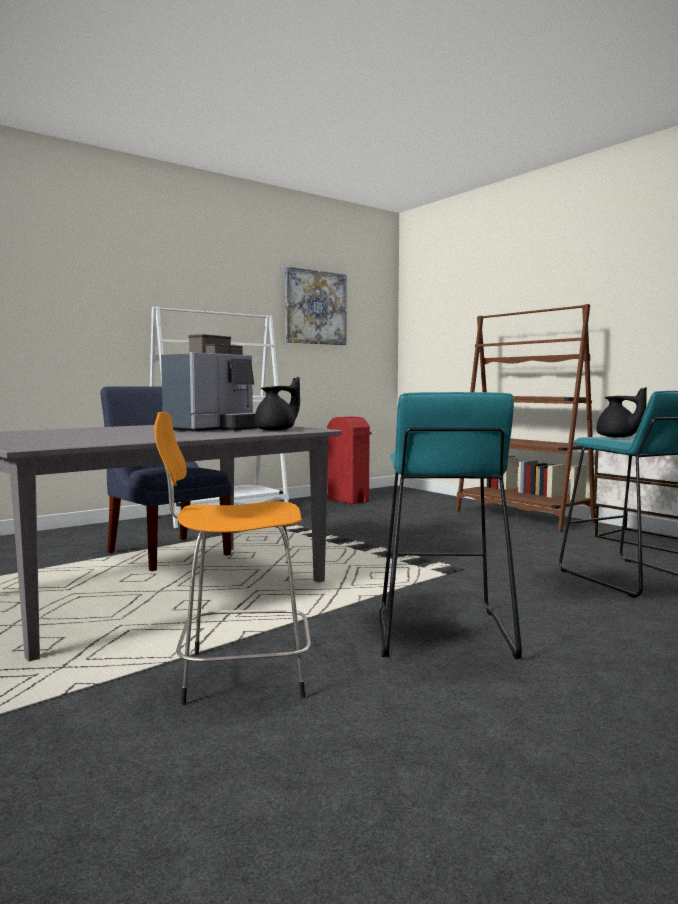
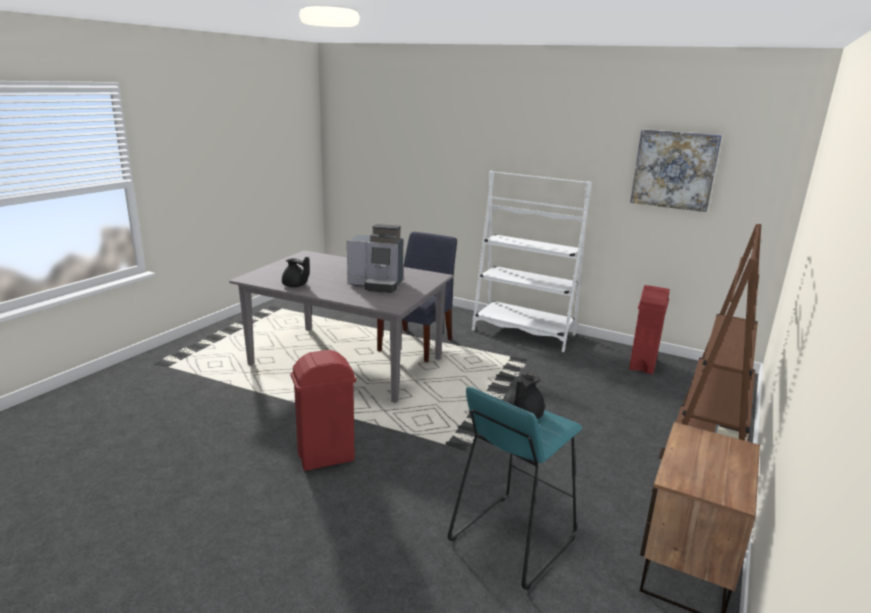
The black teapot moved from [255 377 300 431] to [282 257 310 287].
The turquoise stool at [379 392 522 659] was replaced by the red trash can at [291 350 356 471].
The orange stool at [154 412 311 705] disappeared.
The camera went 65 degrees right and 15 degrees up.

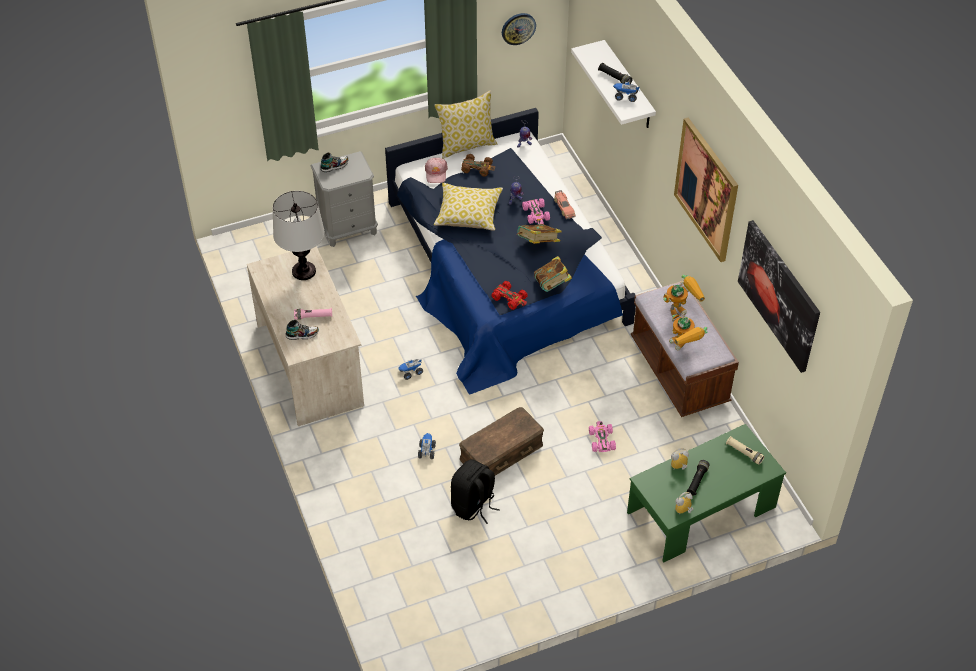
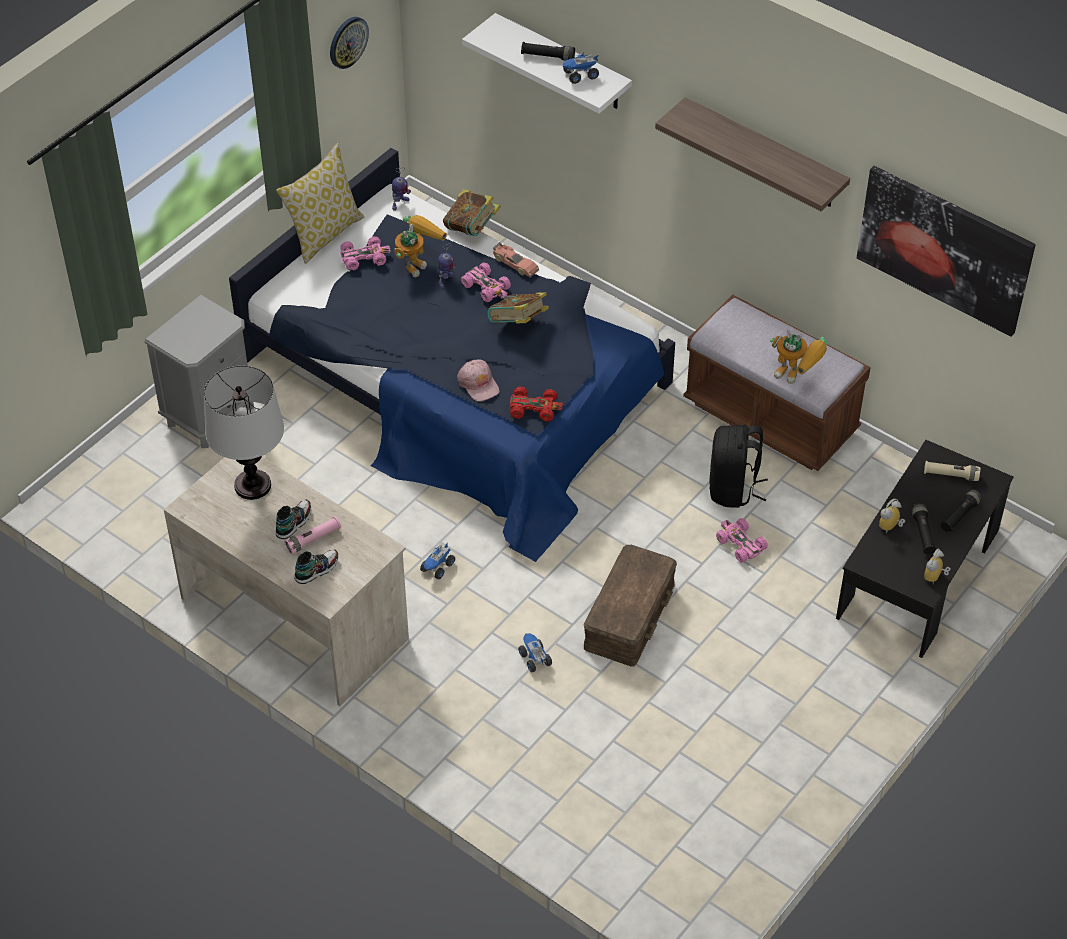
The shoe moved from [320 152 349 172] to [276 499 311 539].
The brown toy car at [461 154 495 177] became the pink toy car at [340 236 391 271].
The toy robot moved from [663 275 705 318] to [394 215 447 278].
The book moved from [534 256 572 292] to [443 189 501 236].
The pink cap moved from [425 158 448 183] to [457 359 499 401].
The picture at [674 117 738 262] was replaced by the shelf at [655 97 850 211].
The black backpack moved from [451 459 500 524] to [709 425 768 508].
The green coffee table at [627 424 786 563] became the black coffee table at [836 440 1013 658].
The black flashlight at [941 489 982 532] appeared.
The pillow at [434 183 503 231] disappeared.
The camera went 30 degrees left and 0 degrees up.

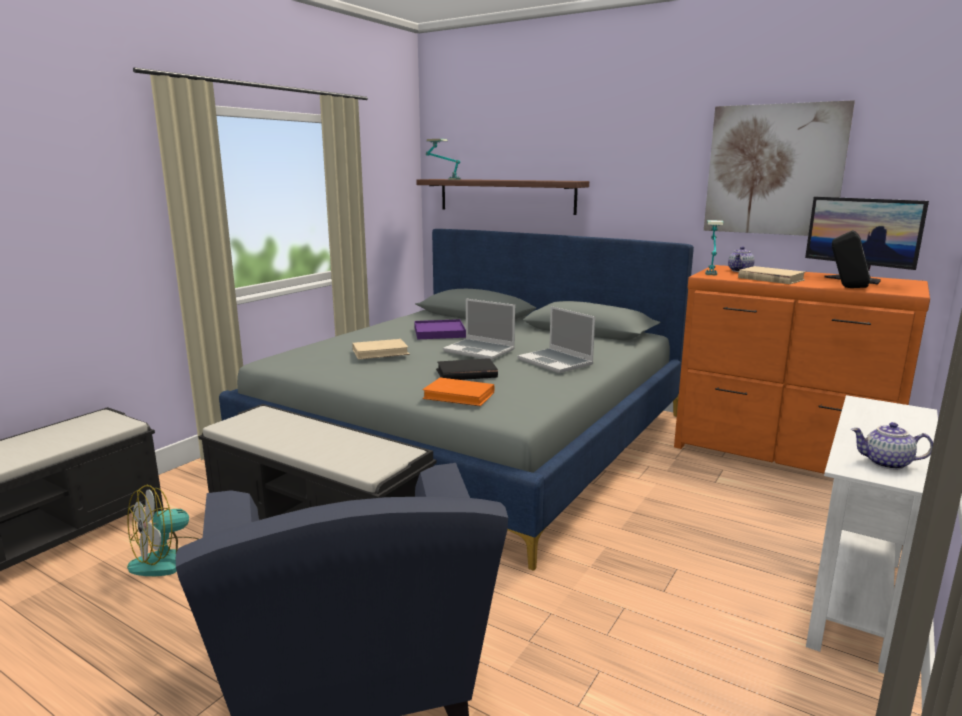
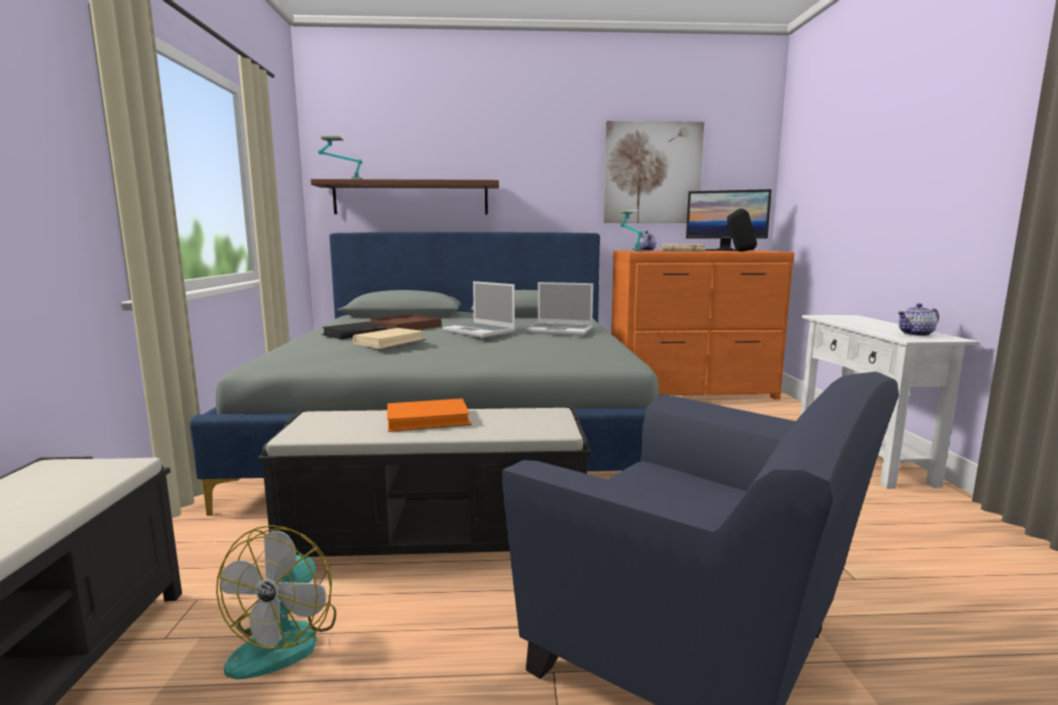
The black book moved from [436 358 498 380] to [321 322 387 339].
The purple tray at [414 319 466 339] became the brown tray at [370 314 441 330].
The orange book moved from [422 378 495 406] to [387 398 472 432].
The laptop at [443 299 515 360] turned 45 degrees clockwise.
The camera went 35 degrees left and 5 degrees down.

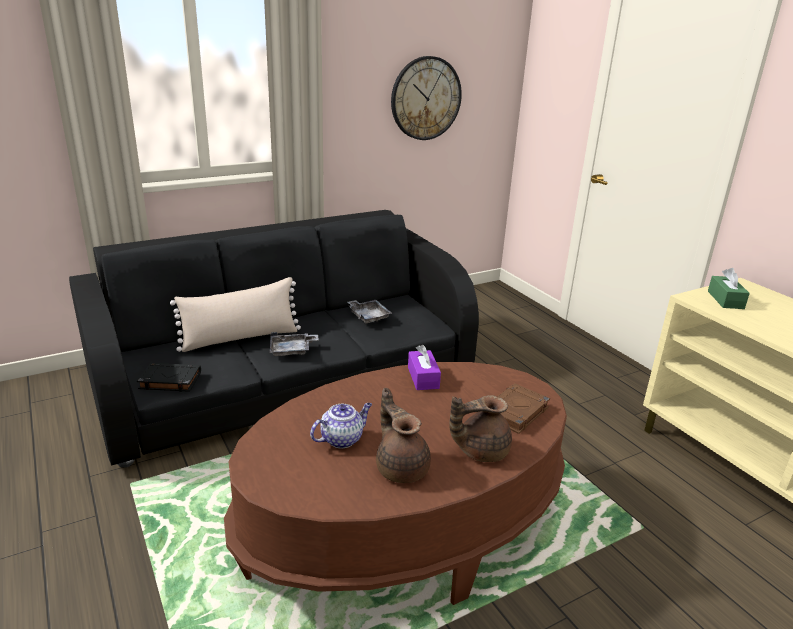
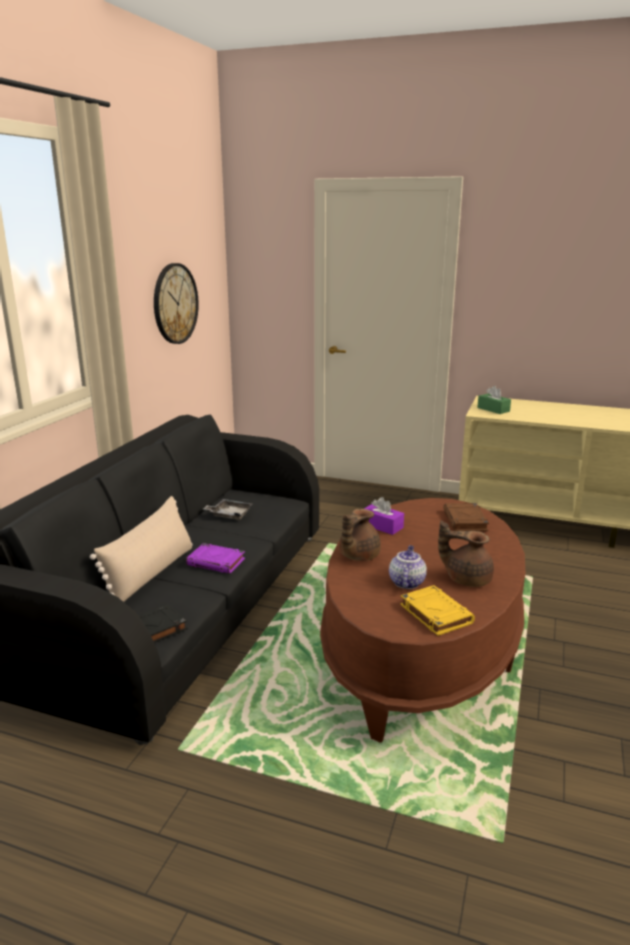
The grey tray at [270 332 319 356] was replaced by the purple book at [186 543 245 574].
The brown teapot moved from [449 395 512 462] to [339 509 381 561].
The yellow book at [400 585 475 636] appeared.
The camera went 40 degrees left and 5 degrees down.

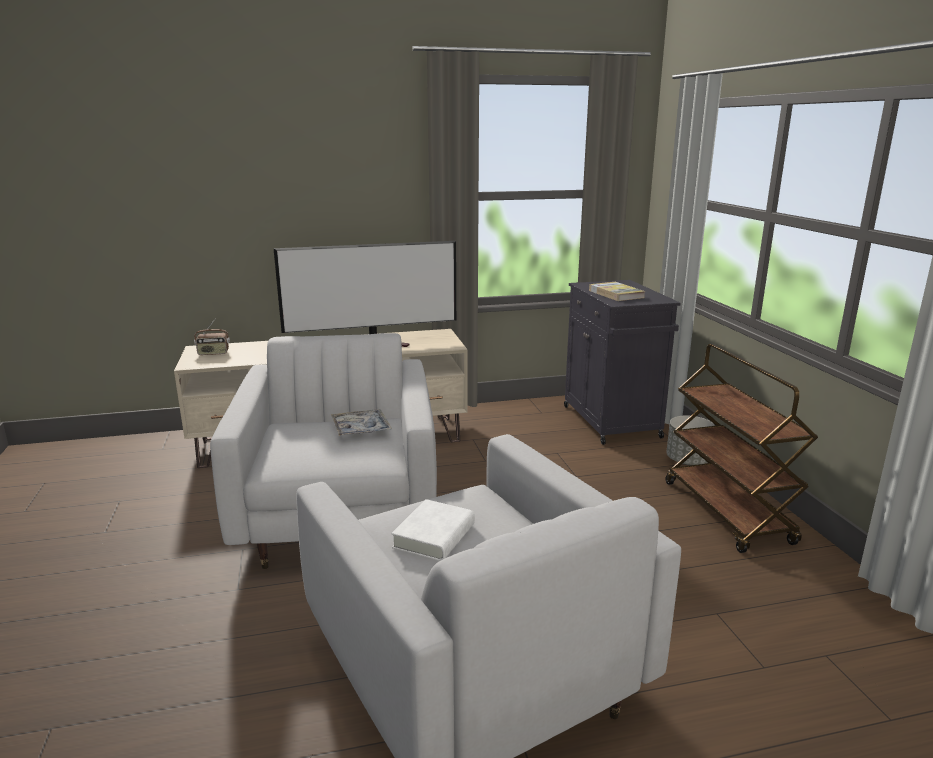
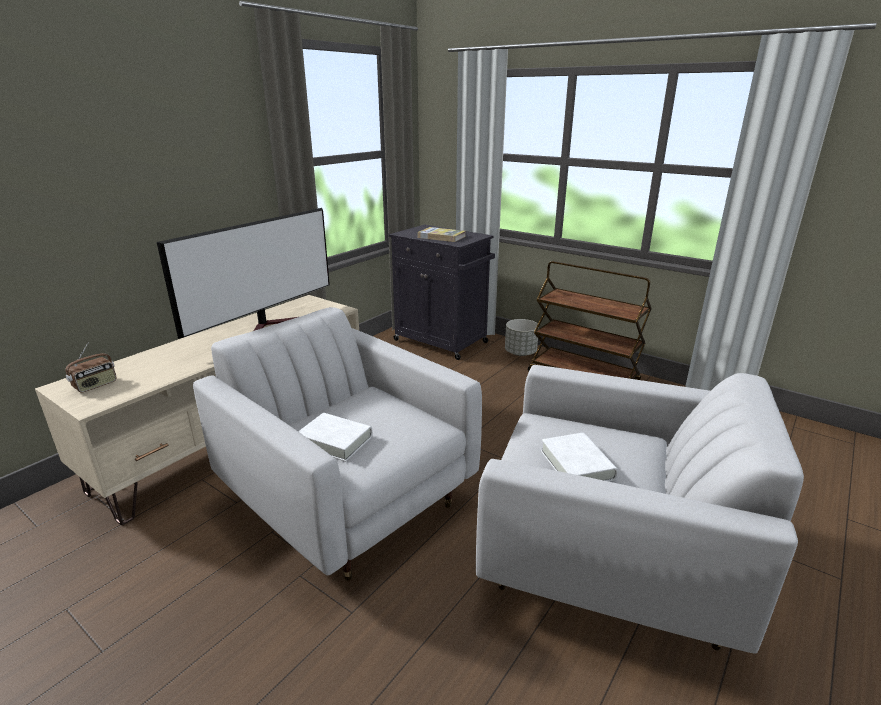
The white book at [298 413 373 462] appeared.
The tray at [331 409 392 436] disappeared.
The camera went 40 degrees left and 5 degrees up.

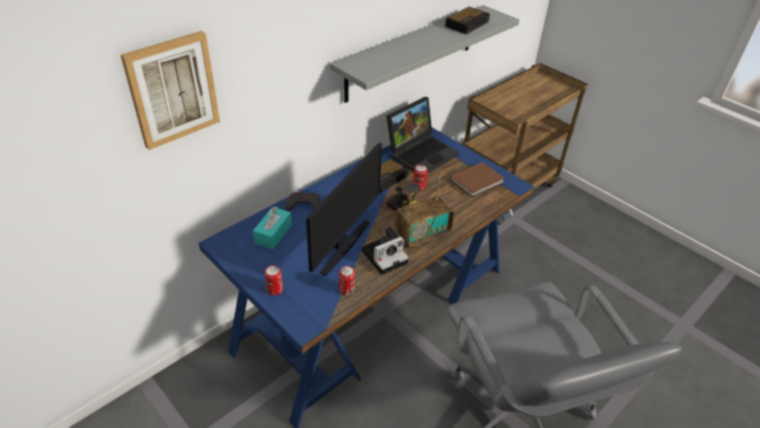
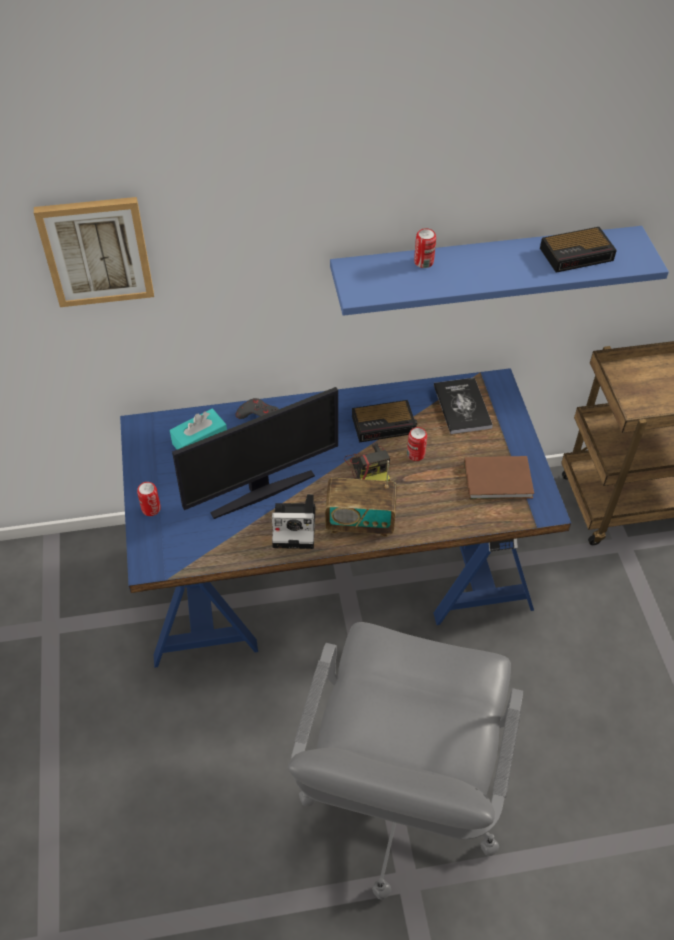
The grey shelf at [330 5 519 103] became the blue shelf at [330 226 669 316].
The can moved from [339 266 355 296] to [414 228 436 268].
The laptop at [386 97 459 174] was replaced by the book at [434 377 493 434].
The camera went 35 degrees right and 10 degrees up.

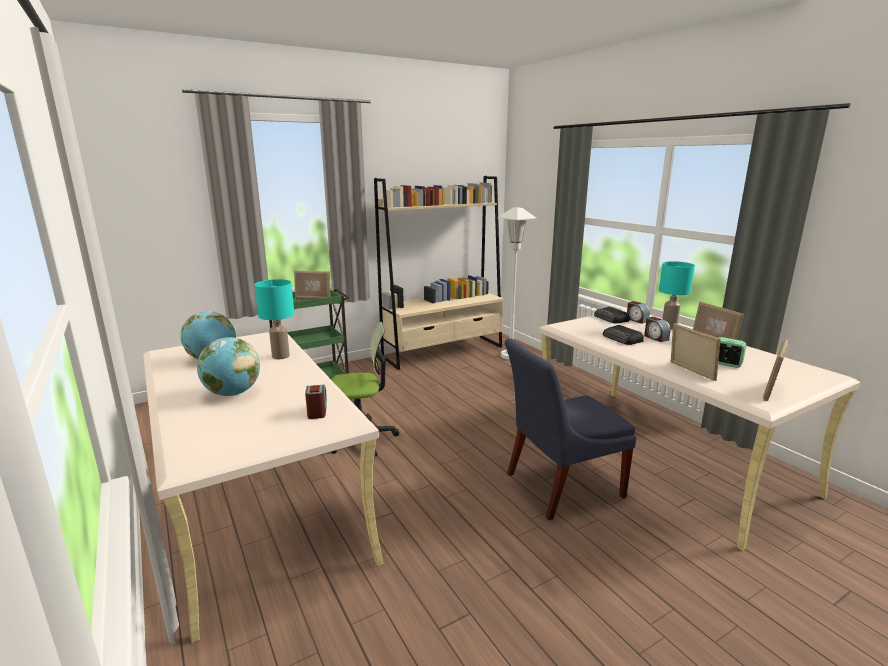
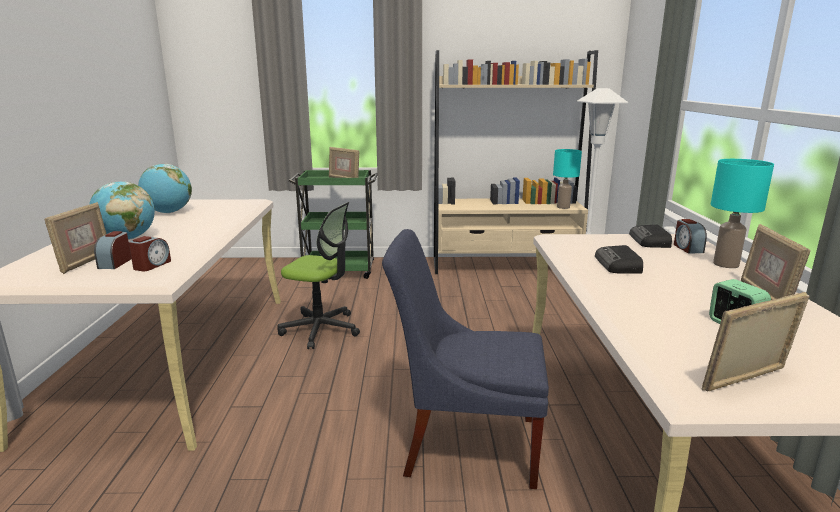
The picture frame moved from [671 323 721 381] to [44 202 107 274].
The alarm clock moved from [644 316 670 342] to [94 231 131 269].
The turquoise table lamp moved from [254 279 294 359] to [553 149 582 209].
The camera went 30 degrees right and 0 degrees up.

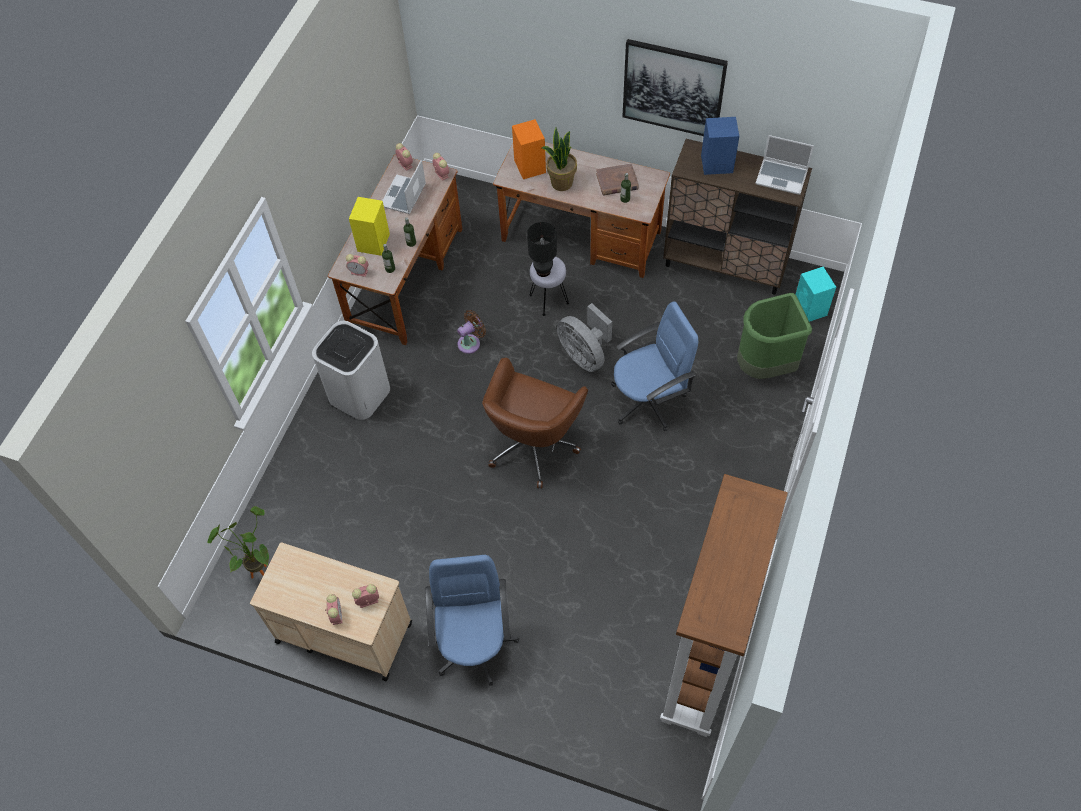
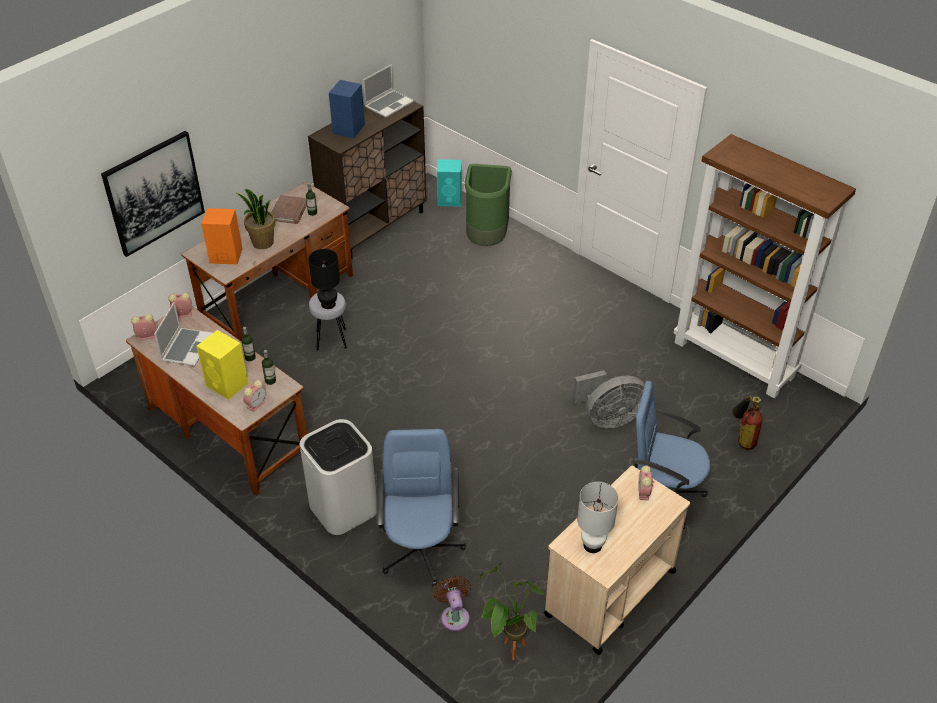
The picture moved from [622 39 728 136] to [101 131 205 257].
The laptop at [382 160 426 214] turned 120 degrees counterclockwise.
The blue office chair moved from [611 301 698 431] to [376 429 466 586].
The brown fan moved from [457 310 486 354] to [433 576 471 631].
The grey fan moved from [557 303 612 372] to [573 370 645 429].
The white table lamp at [577 482 619 553] appeared.
The fire extinguisher at [732 396 763 450] appeared.
The alarm clock at [325 594 342 625] disappeared.
The brown office chair at [482 358 588 489] disappeared.
The camera went 70 degrees left and 15 degrees down.

